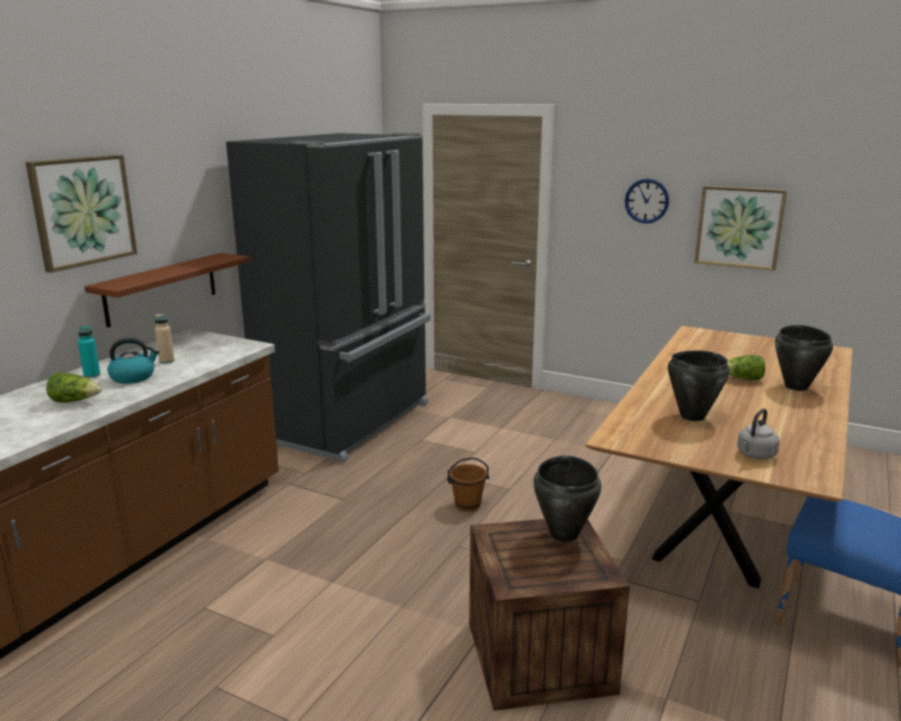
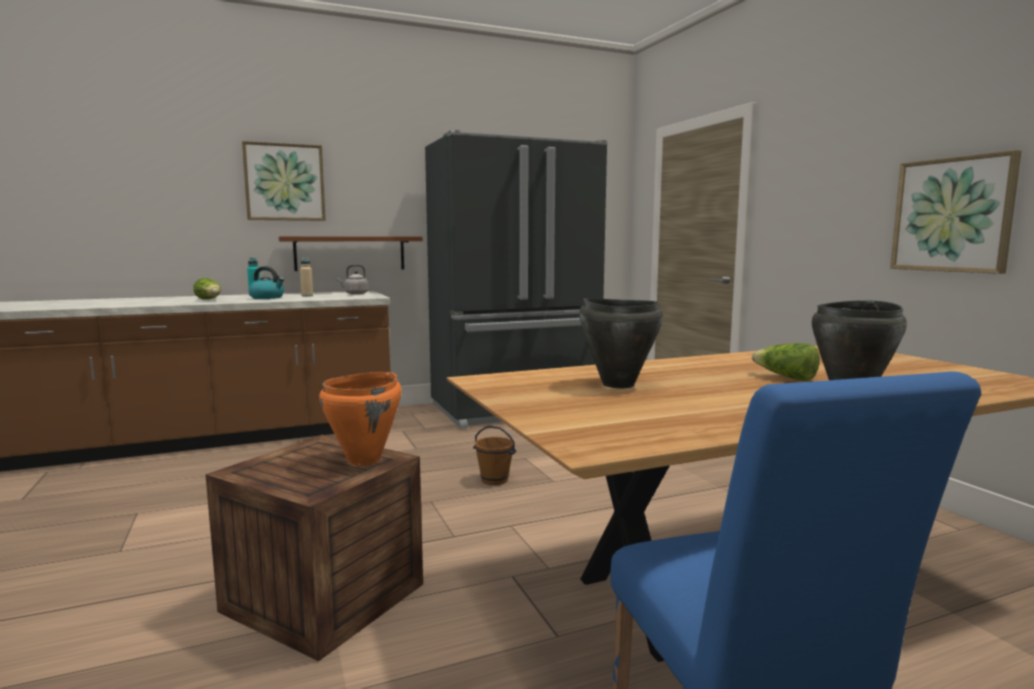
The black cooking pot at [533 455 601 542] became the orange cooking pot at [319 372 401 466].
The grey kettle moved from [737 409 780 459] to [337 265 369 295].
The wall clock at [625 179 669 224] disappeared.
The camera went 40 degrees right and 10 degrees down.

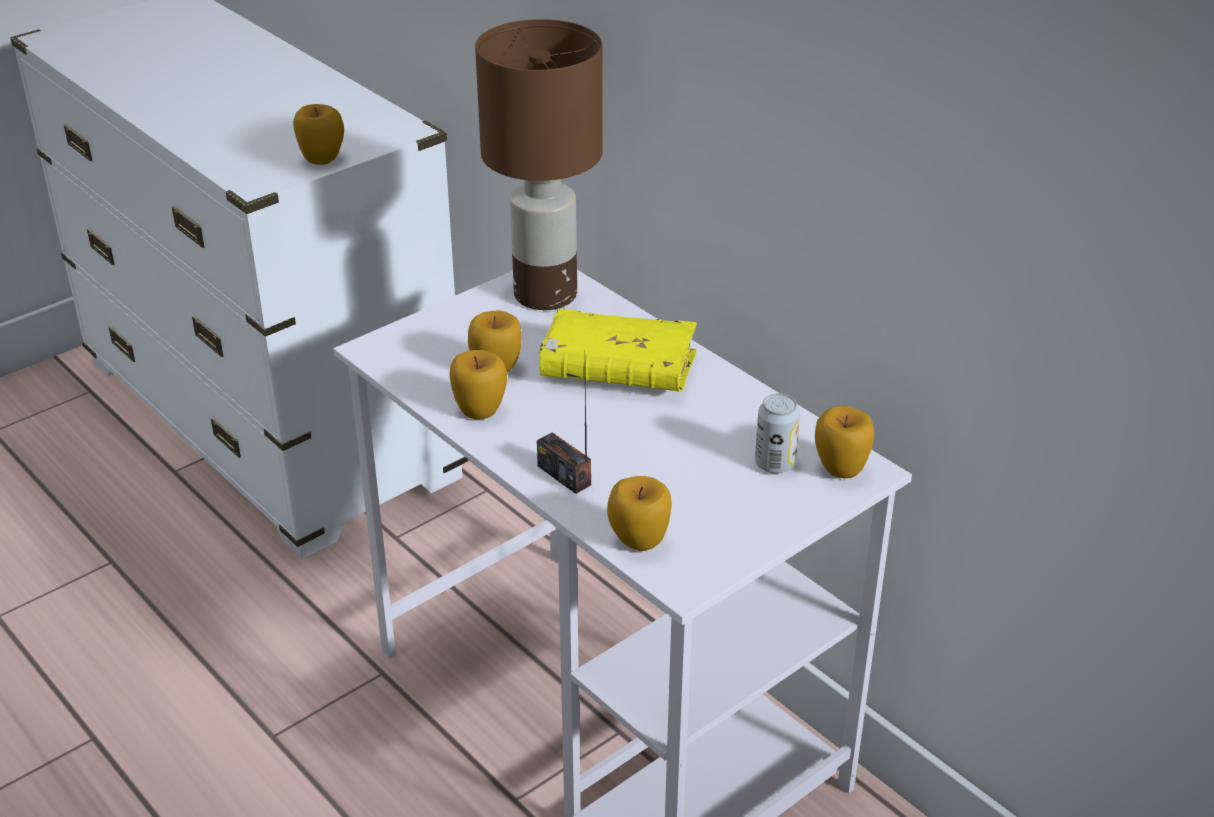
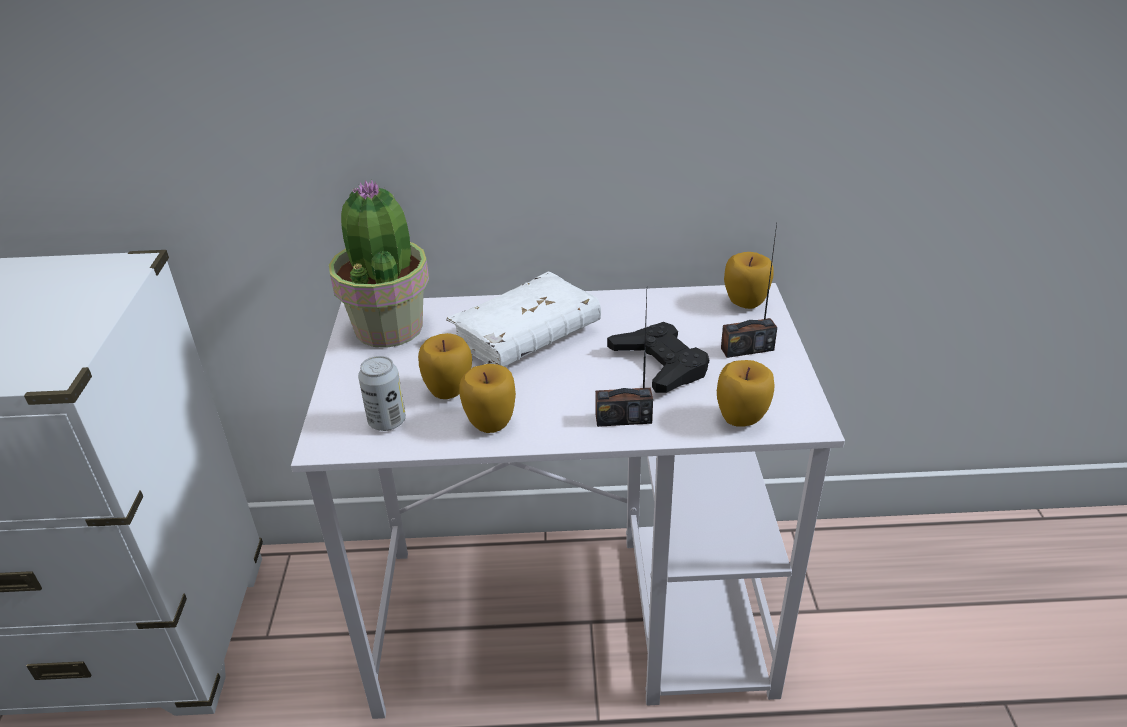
The brown table lamp at [475 19 603 310] was replaced by the potted plant at [329 180 429 348].
The can moved from [755 393 800 474] to [358 356 406 431].
The yellow book at [539 308 697 391] became the white book at [446 271 601 367].
The black game controller at [607 322 709 393] appeared.
The radio at [721 224 777 358] appeared.
The apple at [293 104 344 165] disappeared.
The camera went 50 degrees left and 0 degrees up.

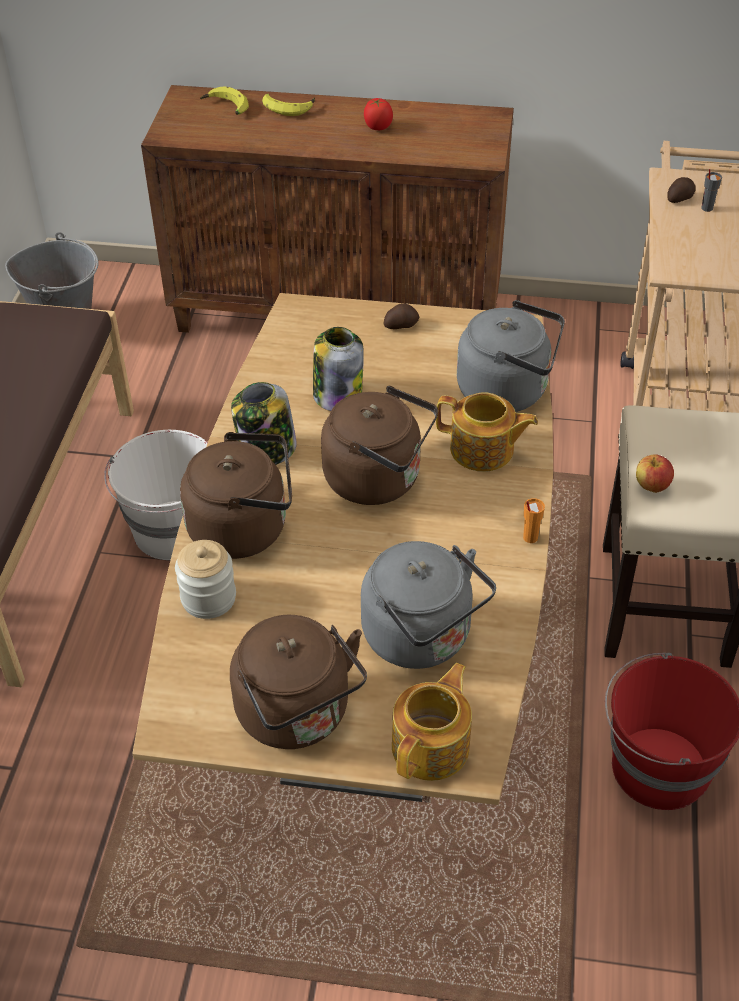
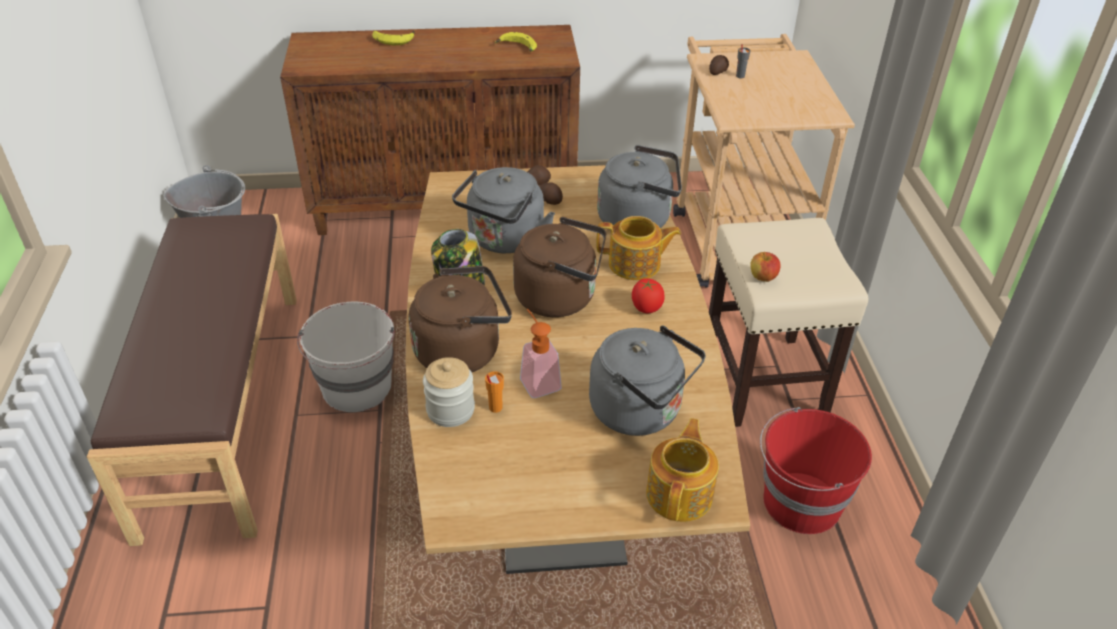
The jar at [313 327 364 411] was replaced by the grey kettle at [452 167 555 253].
The orange cup moved from [523 498 545 543] to [485 371 504 413].
The banana moved from [200 86 249 115] to [495 32 537 52].
The soap dispenser at [520 309 562 398] appeared.
The potato at [539 182 563 205] appeared.
The tomato moved from [364 98 393 130] to [632 278 665 313].
The brown kettle at [230 615 367 749] disappeared.
The camera went 15 degrees left and 5 degrees down.

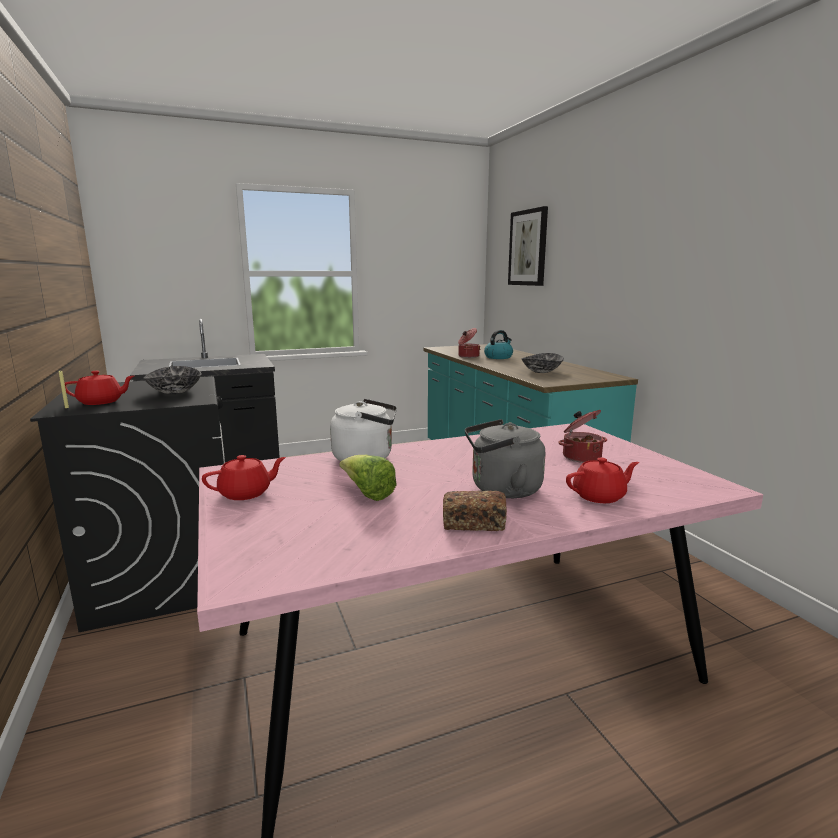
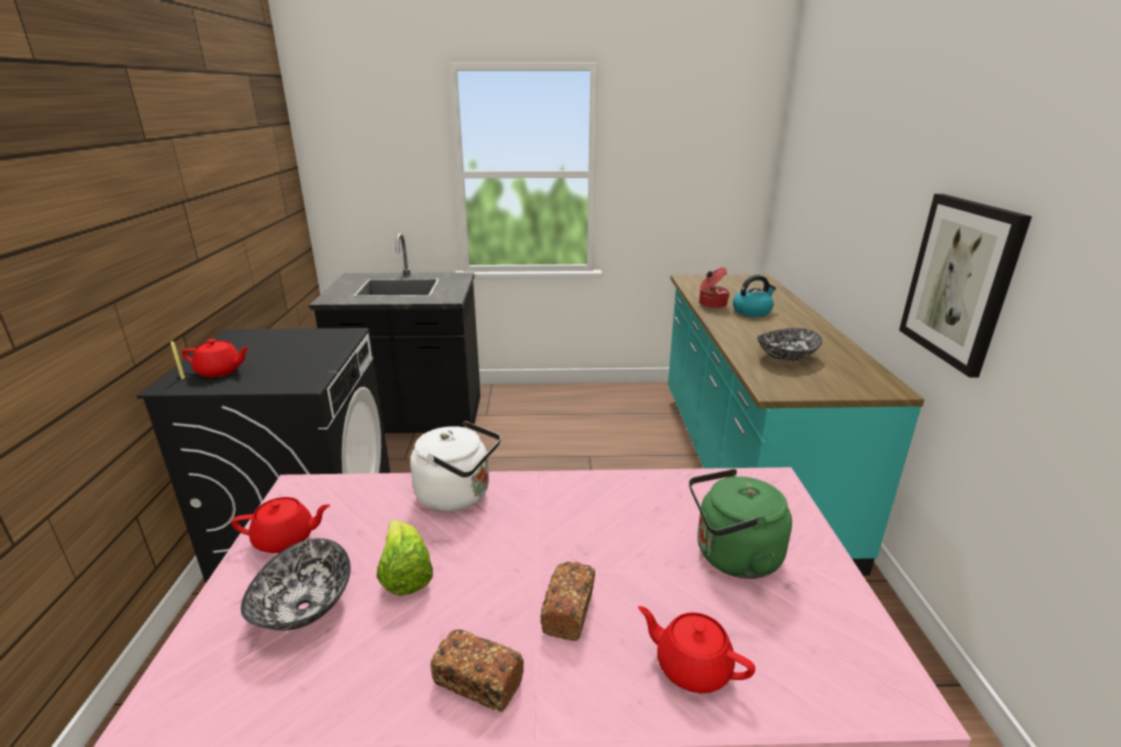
The bowl moved from [144 366 202 394] to [241 538 351 631].
The grey kettle at [465 419 545 498] was replaced by the bread at [541 562 595 641].
The red teapot at [566 457 639 503] turned 150 degrees counterclockwise.
The cooking pot at [558 410 607 463] was replaced by the green kettle at [689 469 792 579].
The picture moved from [508 206 548 286] to [899 194 1032 378].
The camera went 20 degrees right and 10 degrees up.

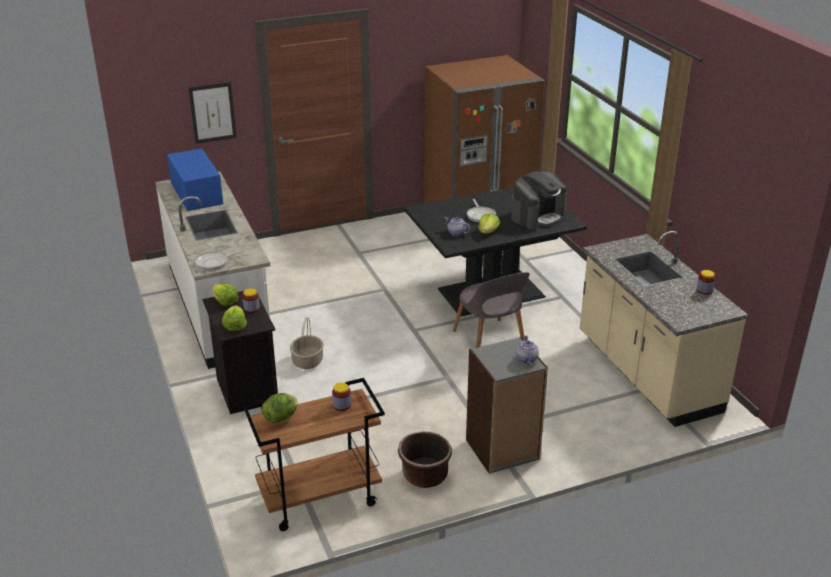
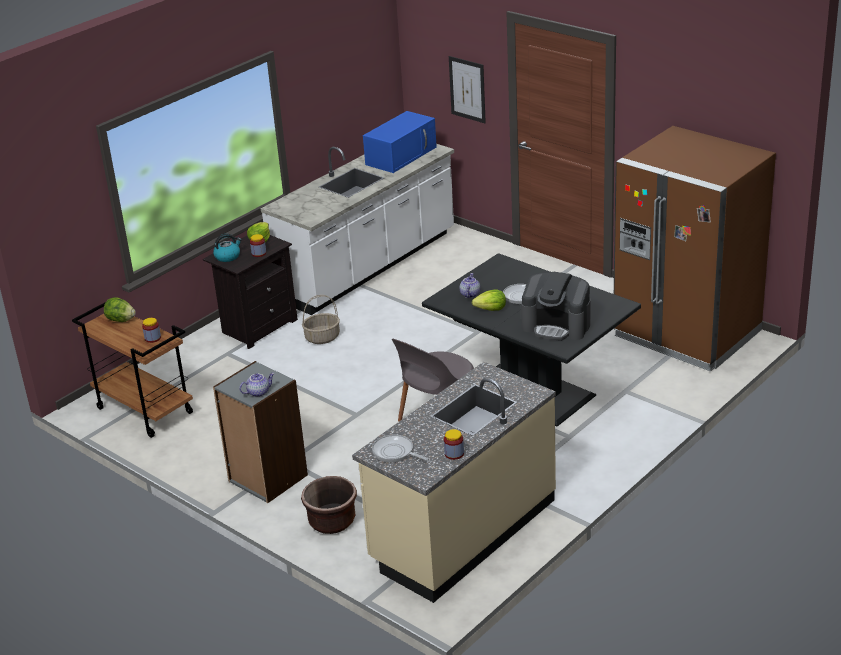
The lettuce at [222 305 246 331] was replaced by the kettle at [213 234 242 262].
The brown planter moved from [398 431 452 488] to [301 476 357 534].
The frying pan moved from [195 250 244 271] to [372 435 429 462].
The camera went 65 degrees right and 0 degrees up.

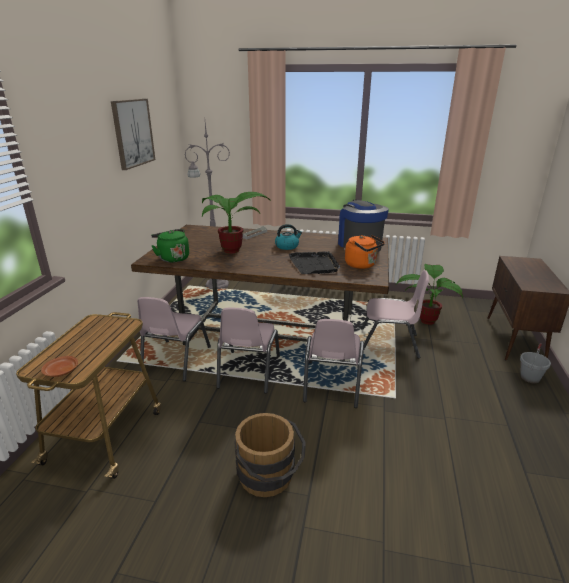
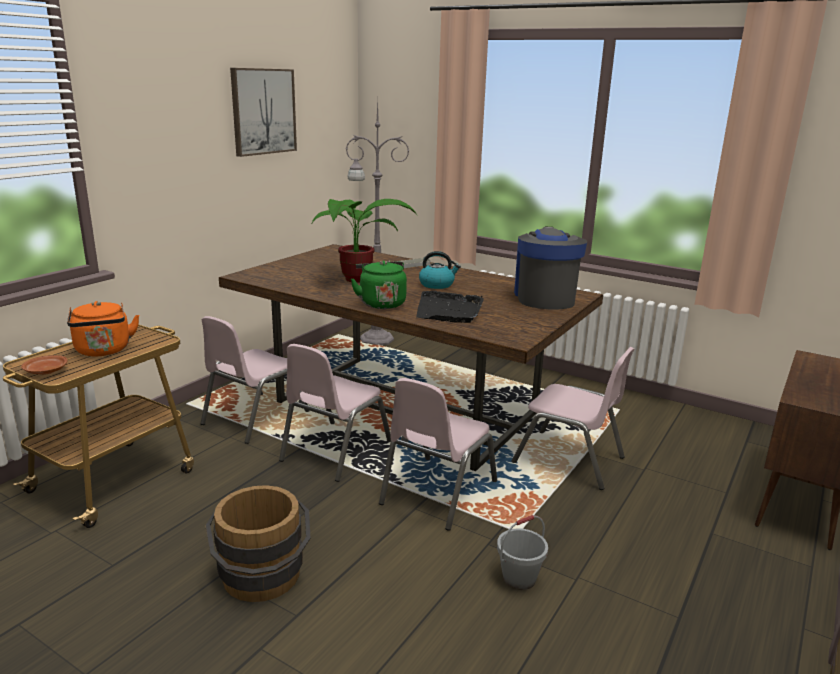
The orange kettle moved from [345 235 385 269] to [67 301 140 356].
The green kettle moved from [151 229 189 263] to [351 260 407 309].
The grey bucket moved from [520 343 551 383] to [497 515 548 590].
The potted plant at [396 264 463 325] disappeared.
The camera went 20 degrees right and 5 degrees down.

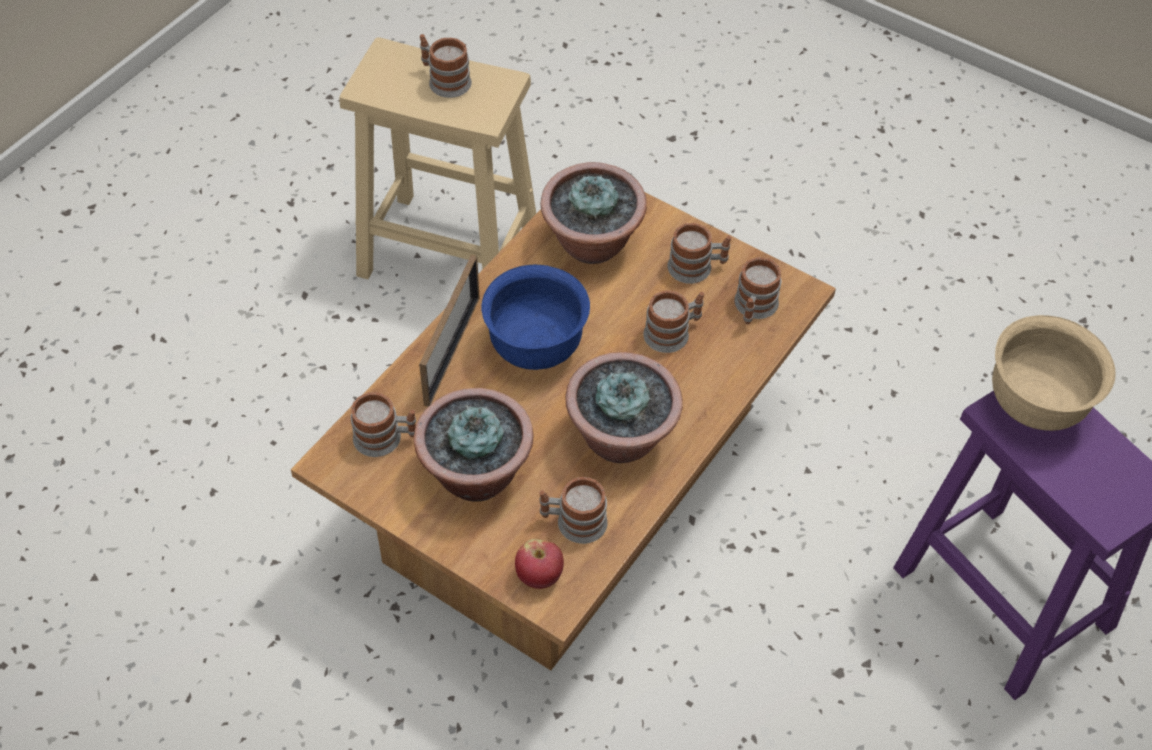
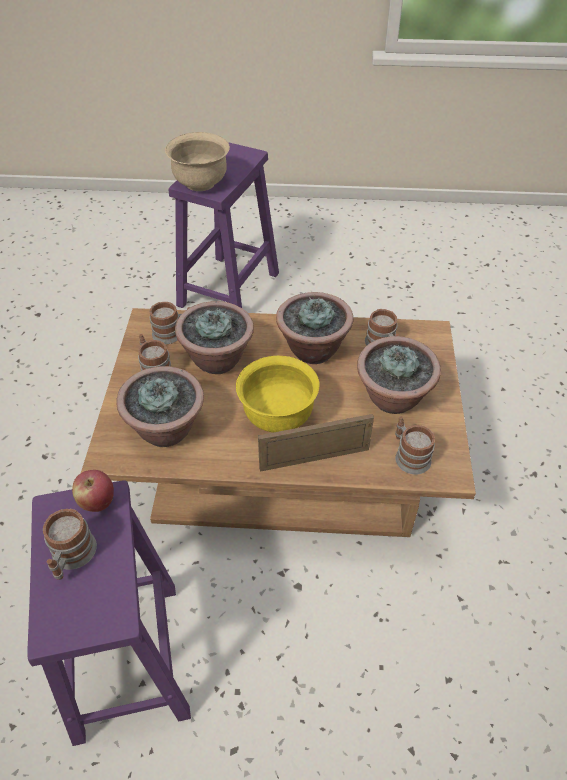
The beige stool at [339 38 536 279] became the purple stool at [27 480 191 746].
The apple moved from [515 539 564 589] to [72 470 114 512].
The mug at [643 291 704 353] was replaced by the potted plant at [175 301 254 374].
The blue bowl at [482 265 590 370] became the yellow bowl at [236 356 319 433].
The camera went 120 degrees left and 5 degrees down.

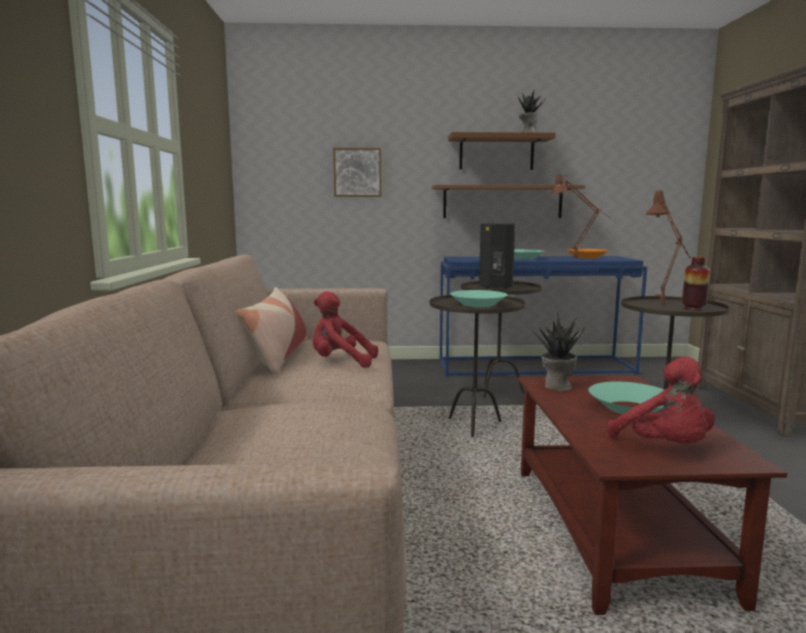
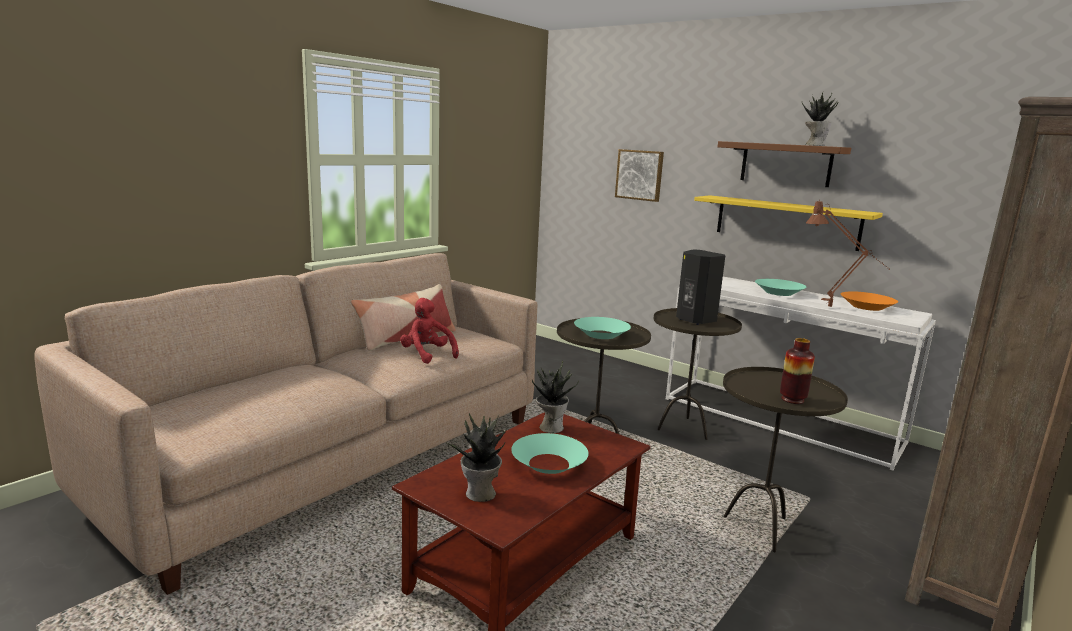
The red plush toy at [607 357 715 444] was replaced by the potted plant at [445 413 508 502].
The blue console table at [440 256 647 377] became the white console table at [666 277 936 471].
The brown shelf at [432 185 585 218] became the yellow shelf at [694 195 883 251].
The brown table lamp at [646 189 691 303] disappeared.
The camera went 40 degrees right and 5 degrees up.

